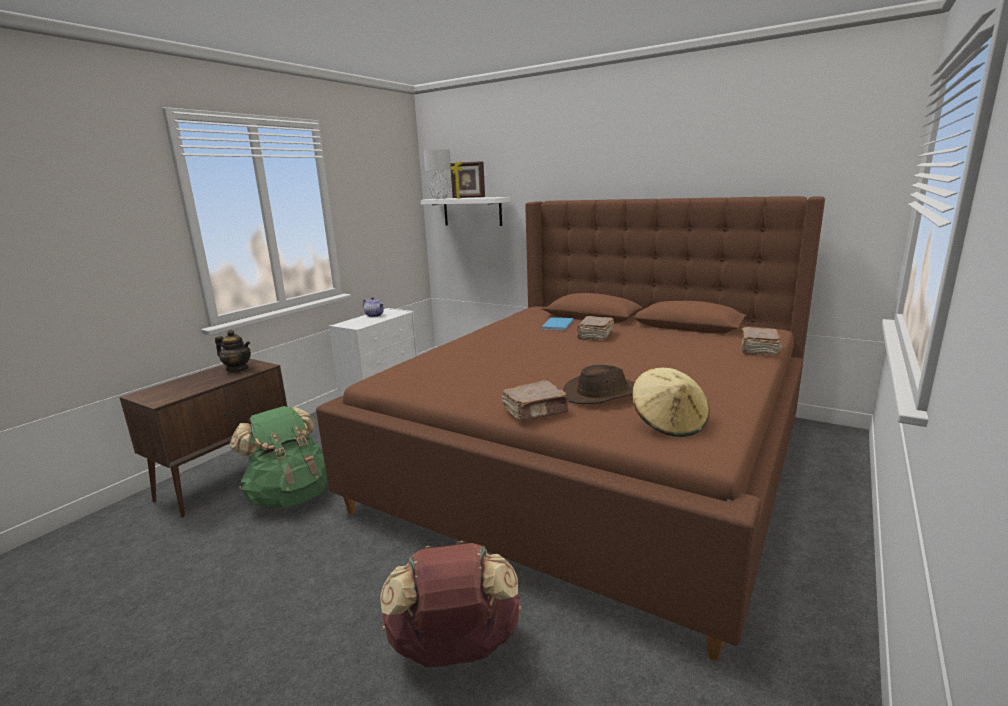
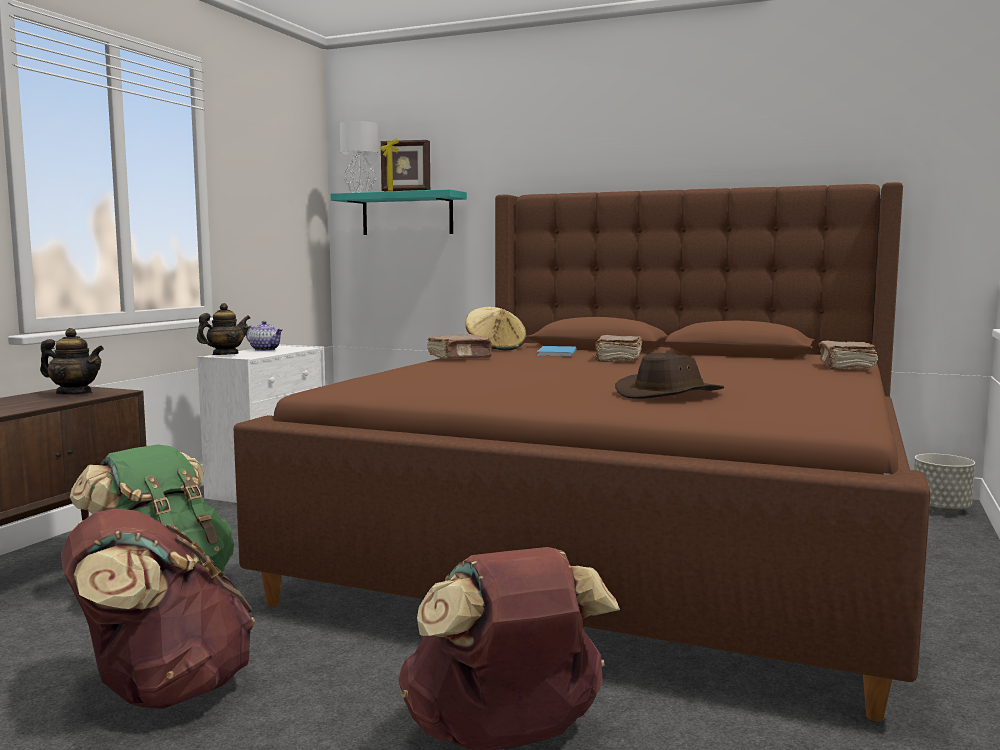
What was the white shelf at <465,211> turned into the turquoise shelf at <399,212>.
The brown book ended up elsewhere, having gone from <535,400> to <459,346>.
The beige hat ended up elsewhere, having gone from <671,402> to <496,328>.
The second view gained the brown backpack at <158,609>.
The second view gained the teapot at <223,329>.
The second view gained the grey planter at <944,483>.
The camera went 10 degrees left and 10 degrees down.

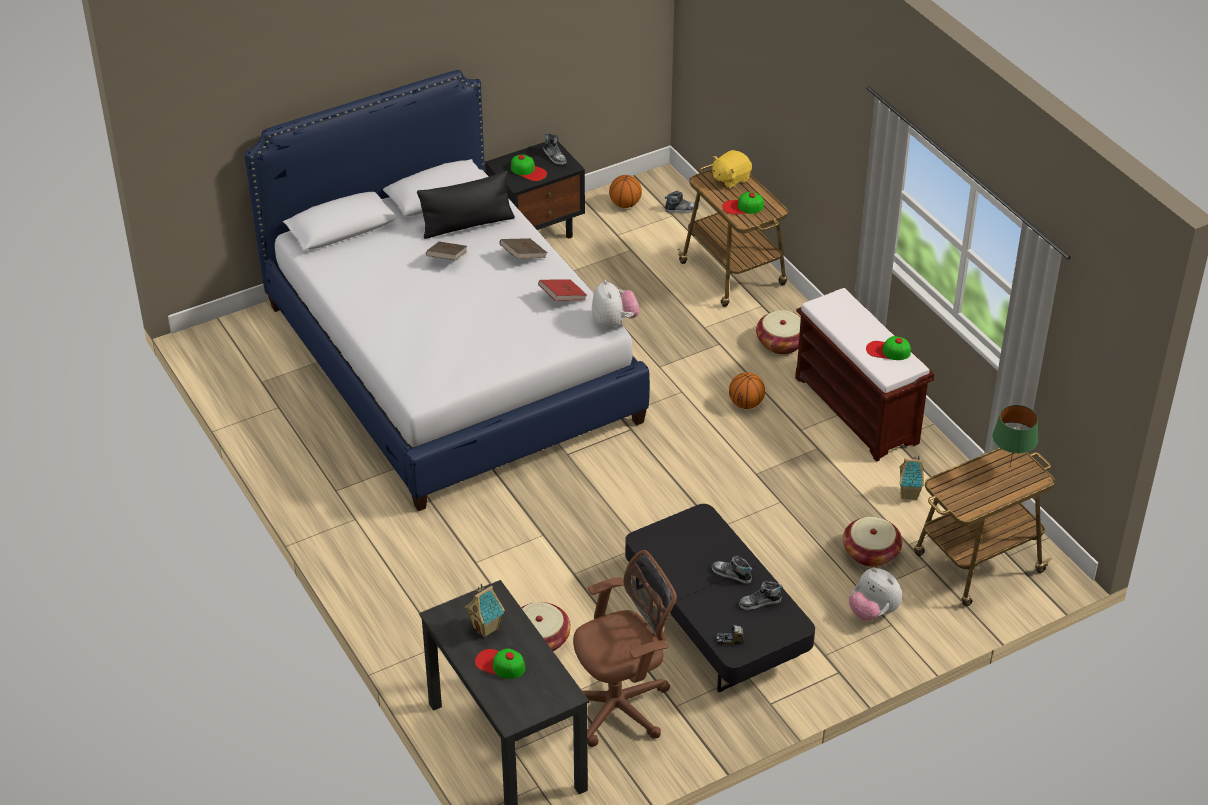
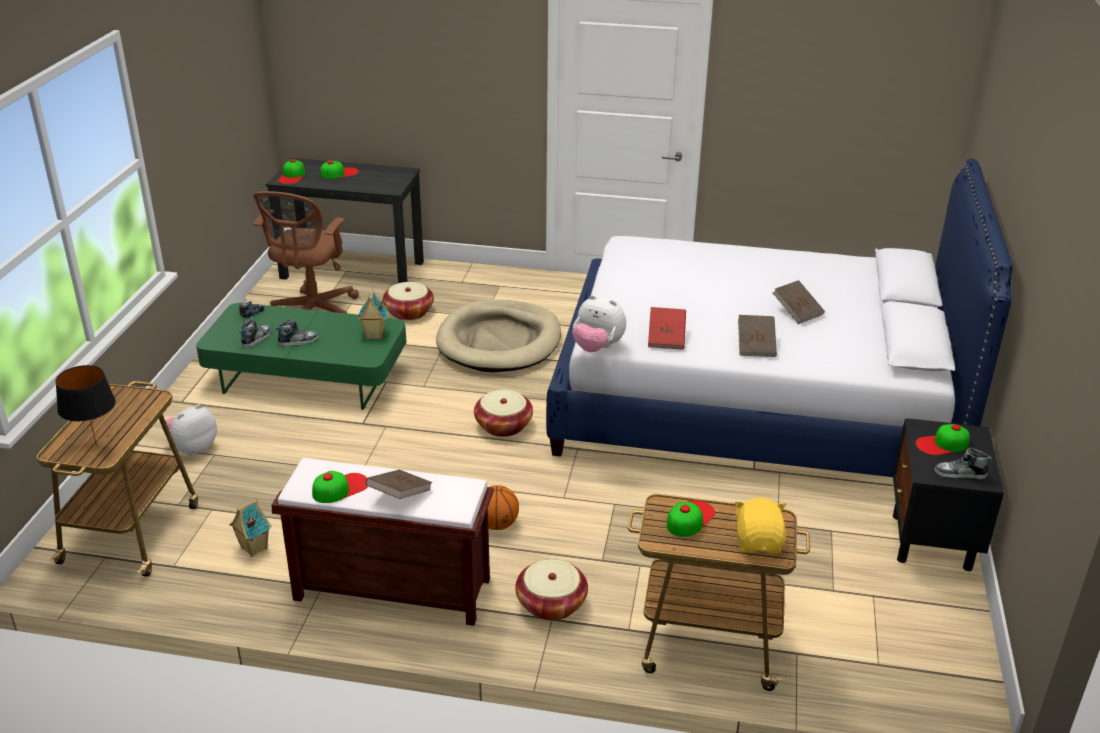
The second view lost the black pillow at <466,205>.
The toy house ended up elsewhere, having gone from <485,611> to <373,314>.
The second view lost the basketball at <625,191>.
What was the black coffee table at <720,598> turned into the green coffee table at <301,356>.
The second view lost the shoe at <682,202>.
The basket ended up elsewhere, having gone from <872,542> to <503,413>.
The plush toy at <875,594> ended up facing another way, 45 degrees counterclockwise from before.
What was the green table lamp at <1015,435> turned into the black table lamp at <85,405>.
The second view gained the cap at <291,171>.
The second view gained the brown book at <399,484>.
The second view gained the beige dog bed at <498,336>.
The camera went 130 degrees right and 10 degrees down.

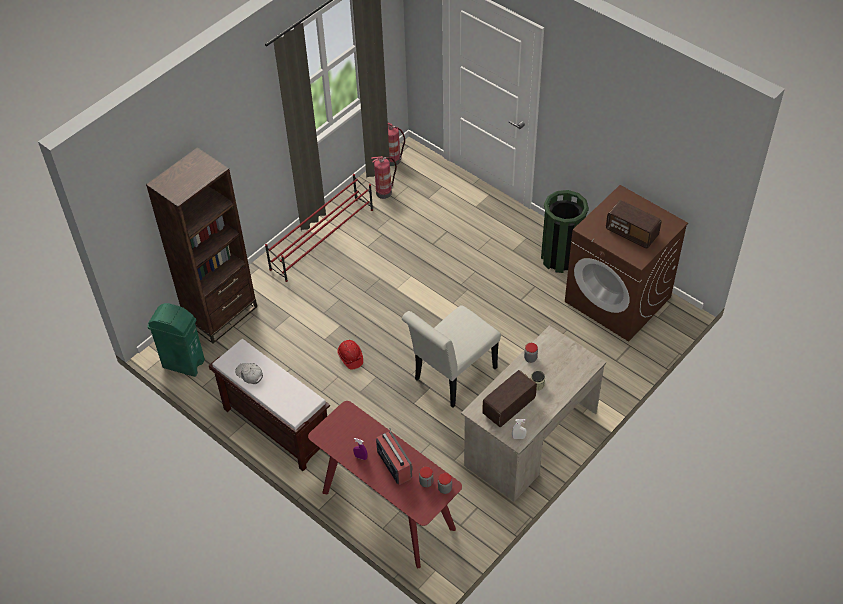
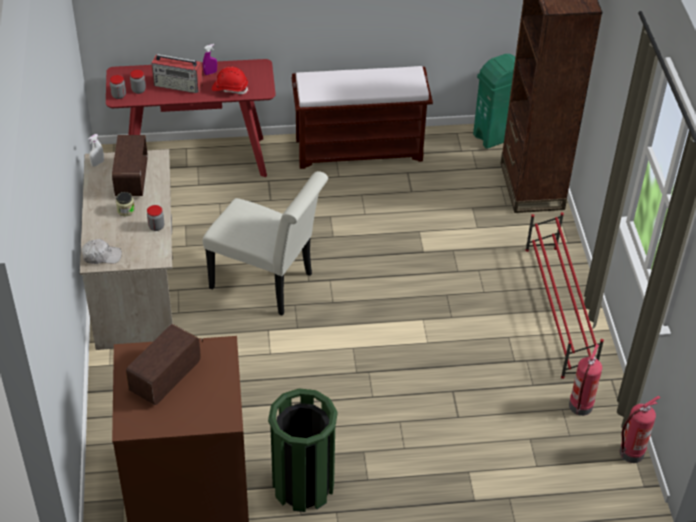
The white cap ended up elsewhere, having gone from <249,373> to <101,251>.
The red hard hat ended up elsewhere, having gone from <350,355> to <230,80>.
The white chair at <451,356> ended up facing another way, 120 degrees clockwise from before.
The radio at <633,224> ended up facing another way, 45 degrees counterclockwise from before.
The camera went 130 degrees right and 5 degrees down.

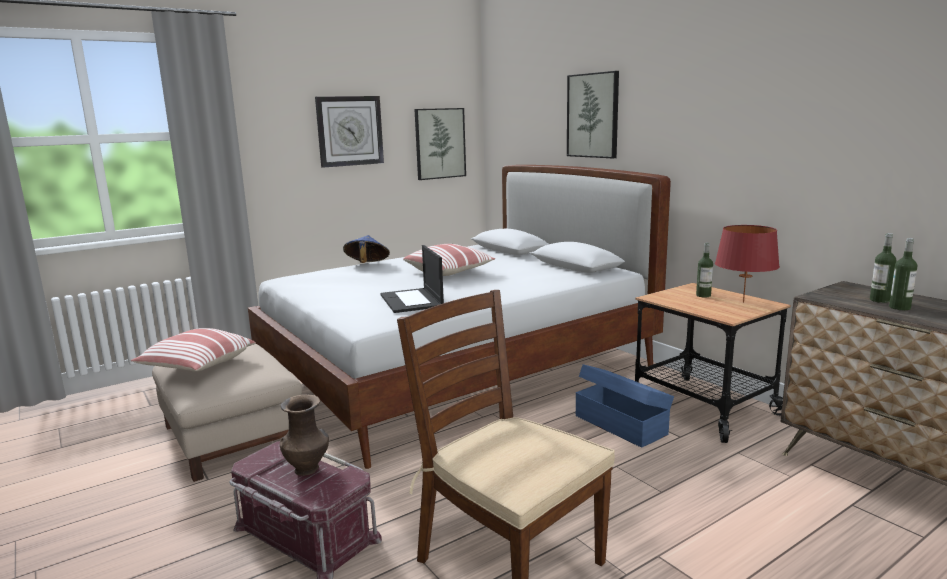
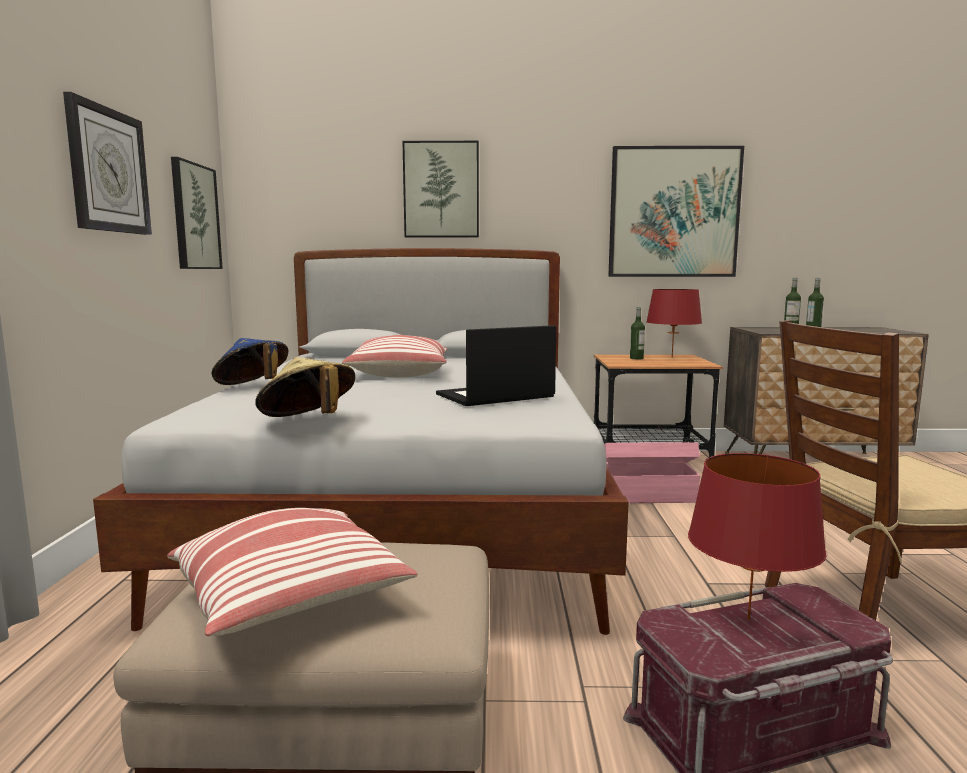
Where the brown vase stood at <304,435>, the red table lamp came to stand at <757,536>.
The laptop at <412,279> ended up facing another way, 135 degrees clockwise from before.
What was the blue storage box at <625,406> turned into the pink storage box at <652,472>.
The second view gained the beige hat at <305,387>.
The second view gained the picture at <676,211>.
The camera went 55 degrees left and 5 degrees down.

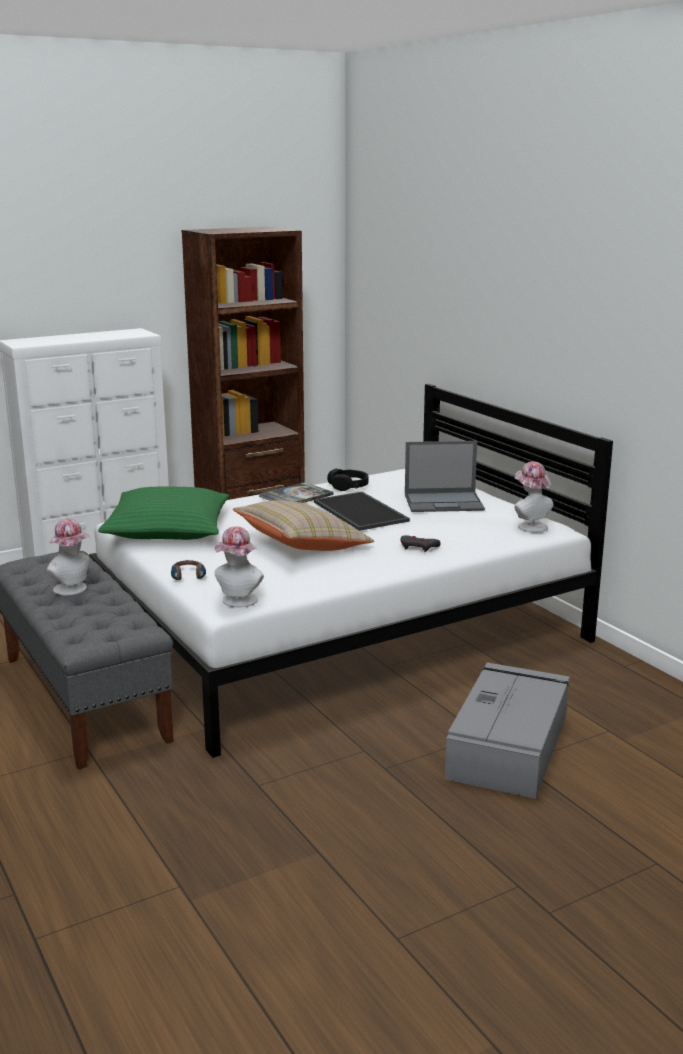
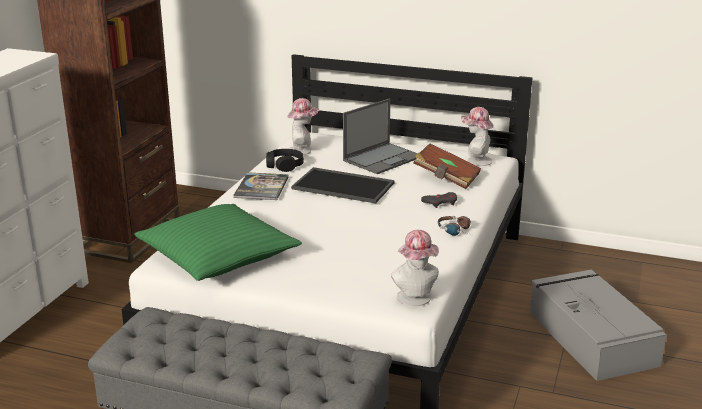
The hat ended up elsewhere, having gone from <68,557> to <303,126>.
The headphones ended up elsewhere, having gone from <188,570> to <454,226>.
The second view lost the beige pillow at <303,525>.
The second view gained the brown book at <447,166>.
The camera went 40 degrees left and 5 degrees up.

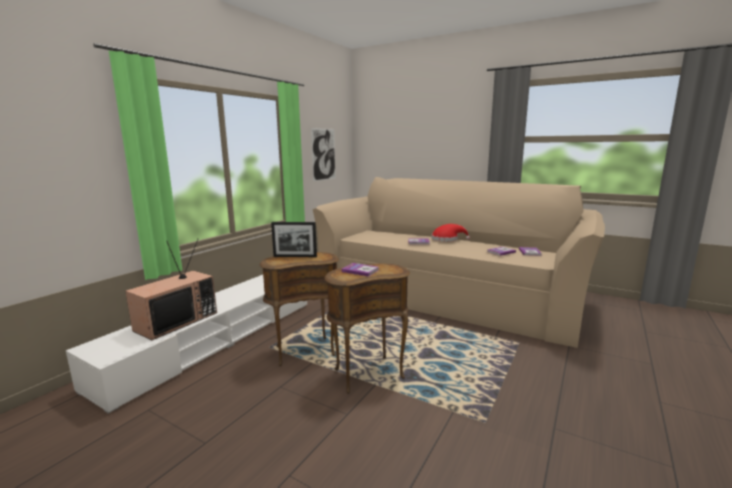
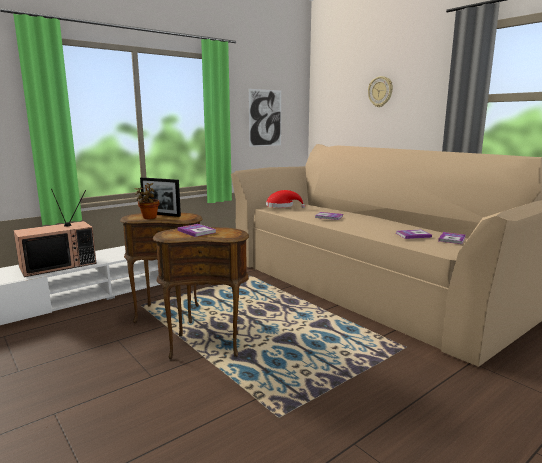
The red hat ended up elsewhere, having gone from <450,233> to <285,199>.
The second view gained the potted plant at <146,201>.
The second view gained the wall clock at <380,91>.
The camera went 20 degrees right and 0 degrees up.

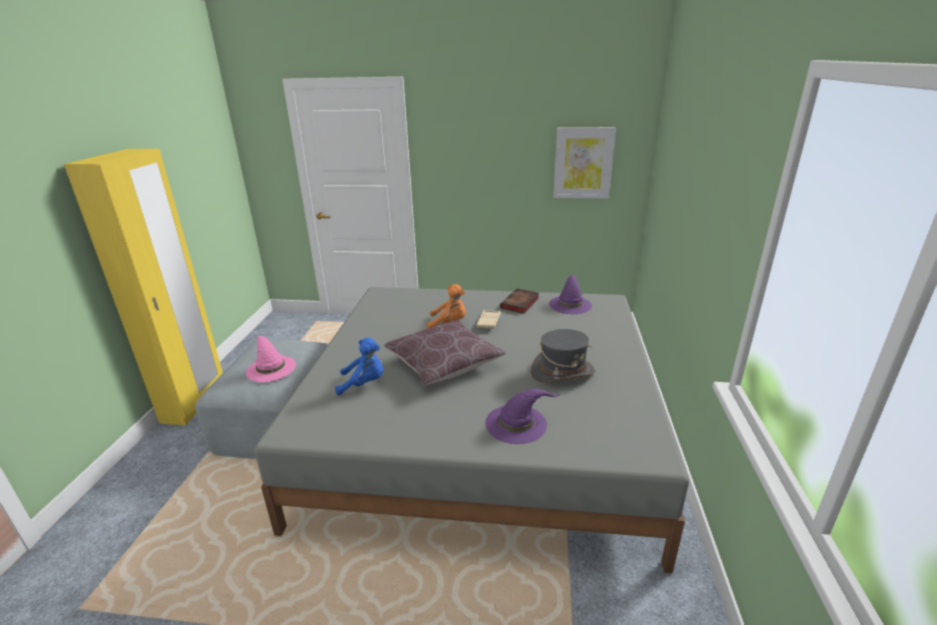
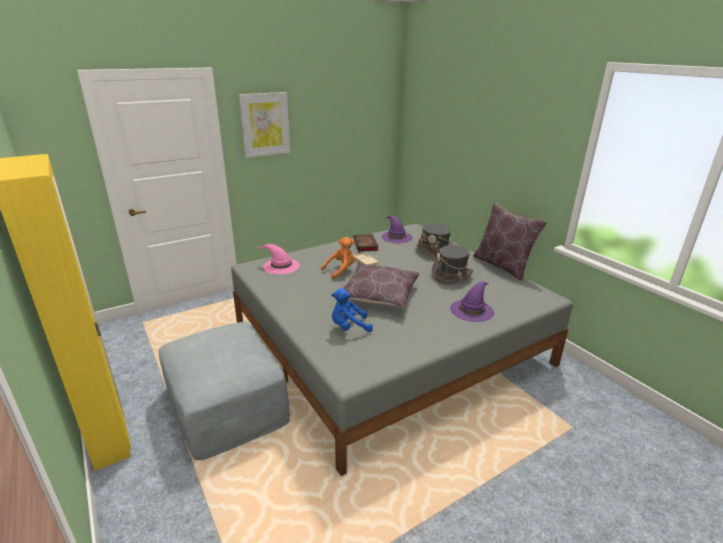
The pink hat ended up elsewhere, having gone from <271,358> to <278,259>.
The blue plush toy at <359,366> ended up facing another way, 150 degrees counterclockwise from before.
The picture ended up elsewhere, having gone from <584,163> to <264,125>.
The second view gained the grey hat at <434,240>.
The second view gained the brown pillow at <510,242>.
The camera went 40 degrees left and 0 degrees up.

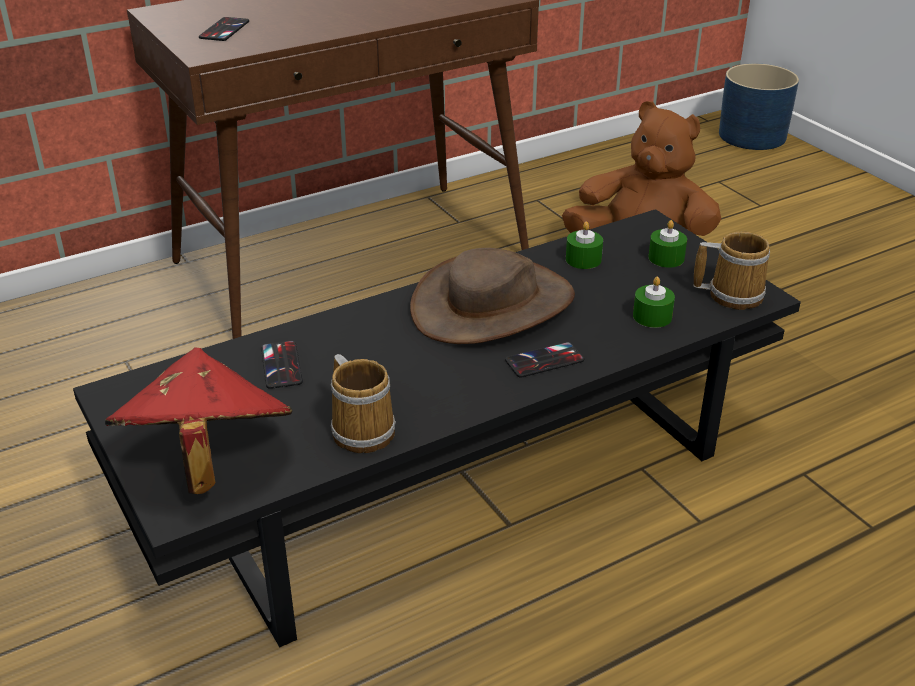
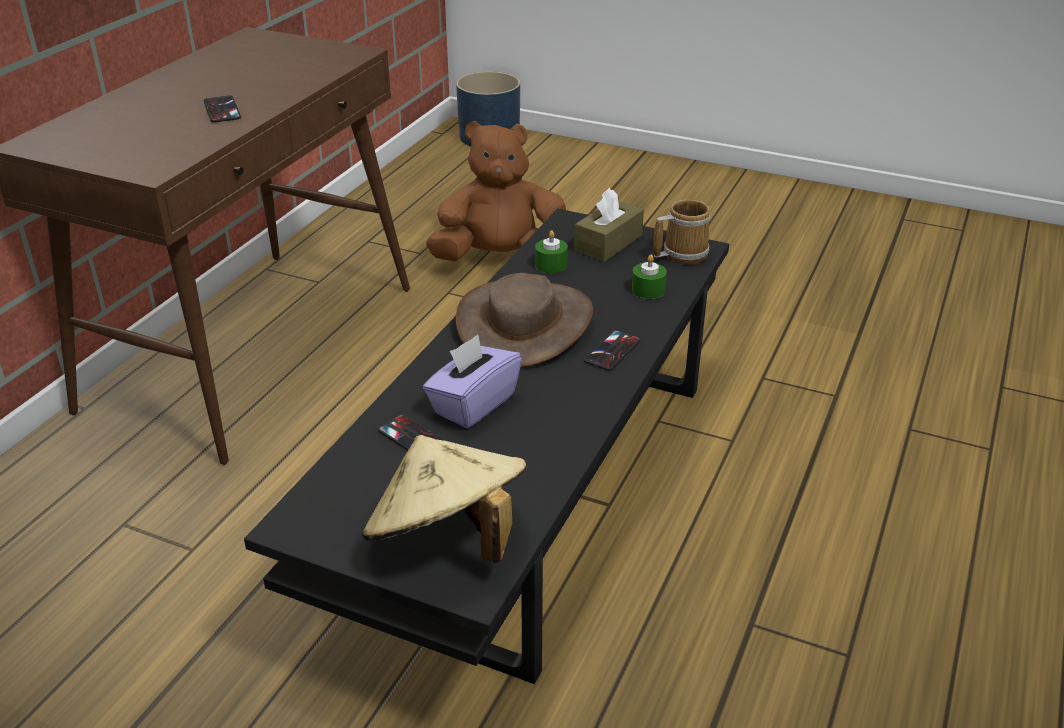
What was the red hat at <198,420> turned into the beige hat at <444,499>.
The phone ended up elsewhere, having gone from <224,29> to <222,109>.
The second view lost the mug at <363,403>.
Where the green candle stood at <667,244>, the brown tissue box came to stand at <609,225>.
The second view gained the purple tissue box at <472,381>.
The camera went 35 degrees left and 0 degrees up.

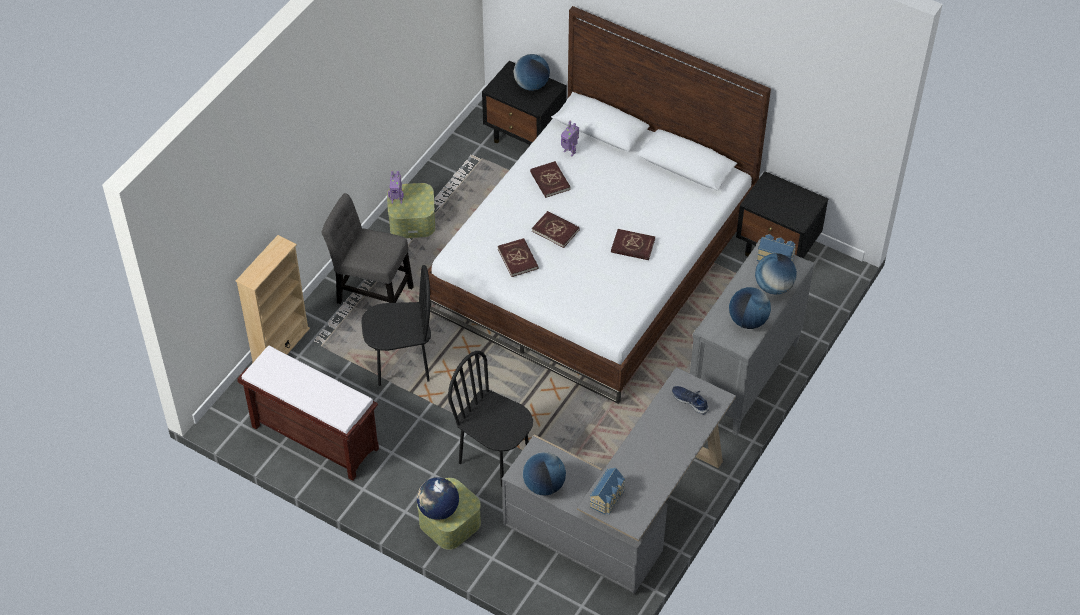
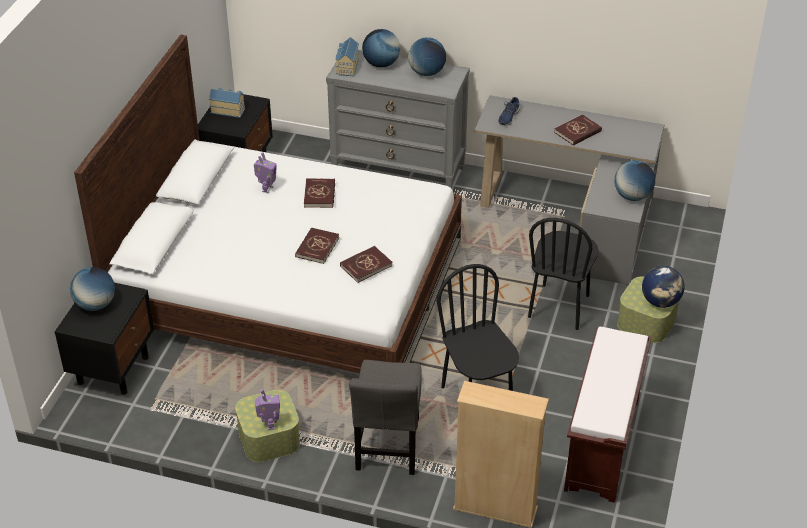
The red book ended up elsewhere, having gone from <550,179> to <578,130>.
The toy robot ended up elsewhere, having gone from <570,138> to <265,173>.
The toy house ended up elsewhere, having gone from <608,491> to <227,103>.
The camera went 105 degrees left and 10 degrees down.

